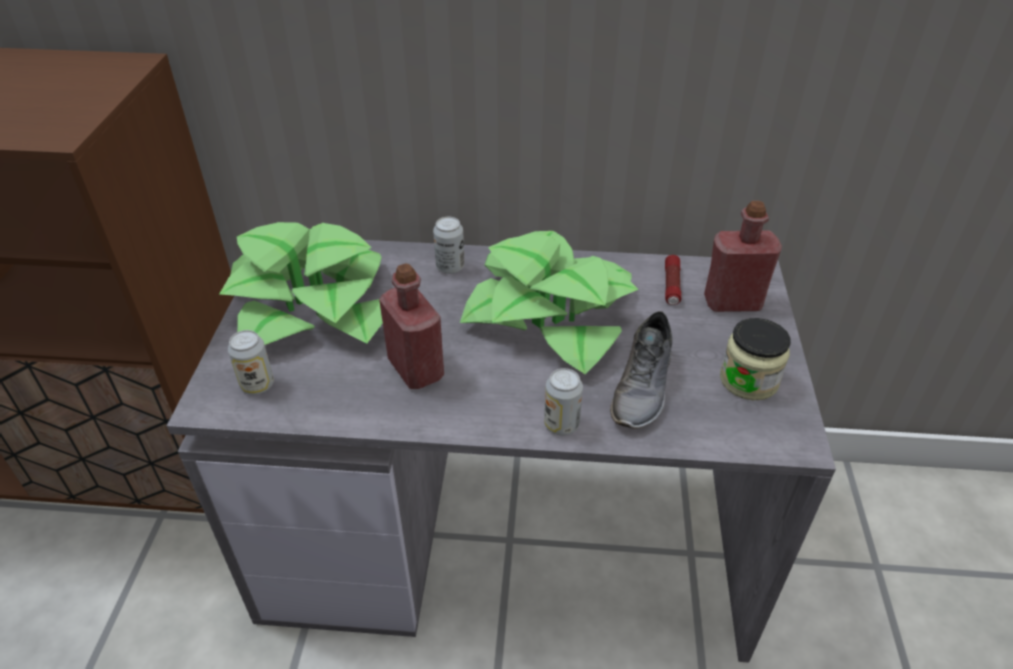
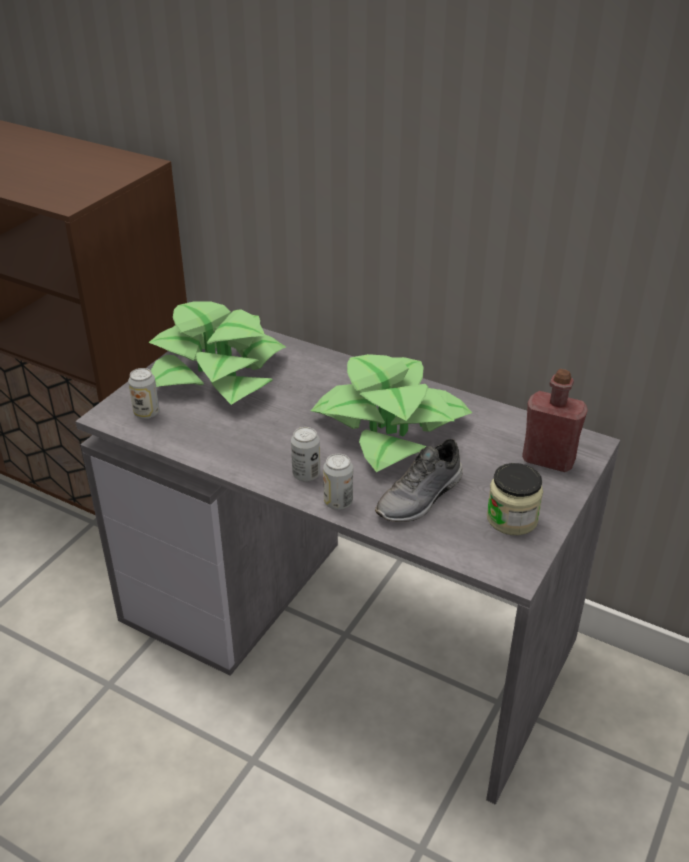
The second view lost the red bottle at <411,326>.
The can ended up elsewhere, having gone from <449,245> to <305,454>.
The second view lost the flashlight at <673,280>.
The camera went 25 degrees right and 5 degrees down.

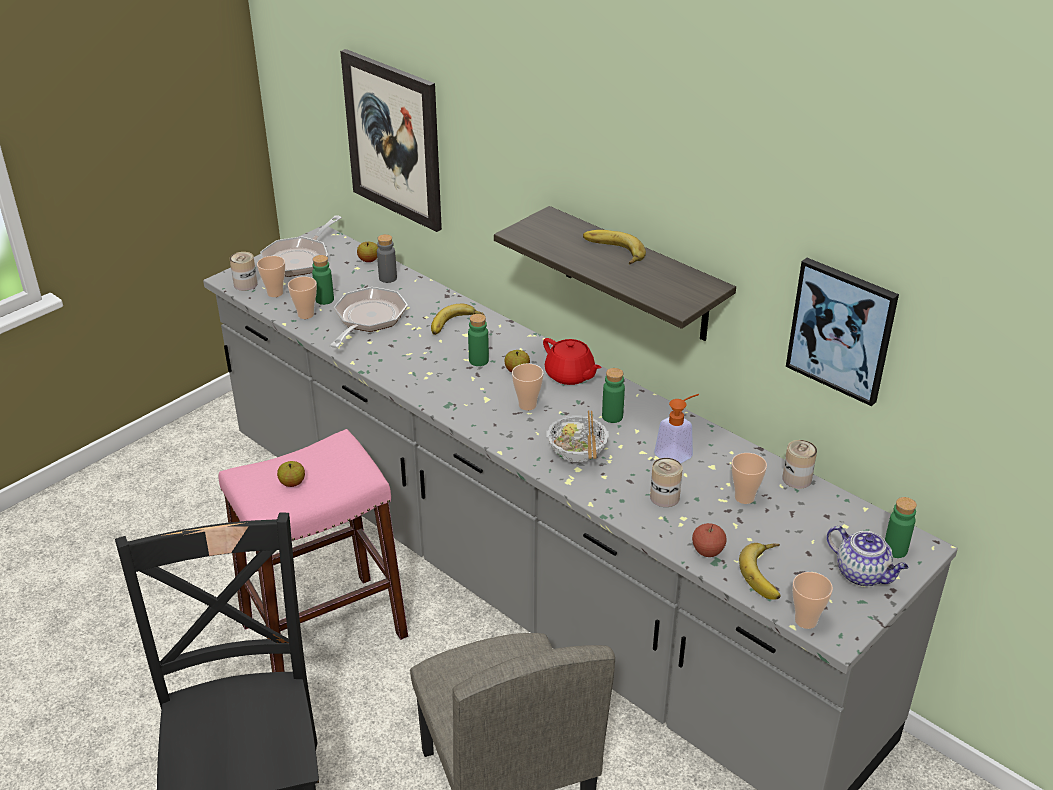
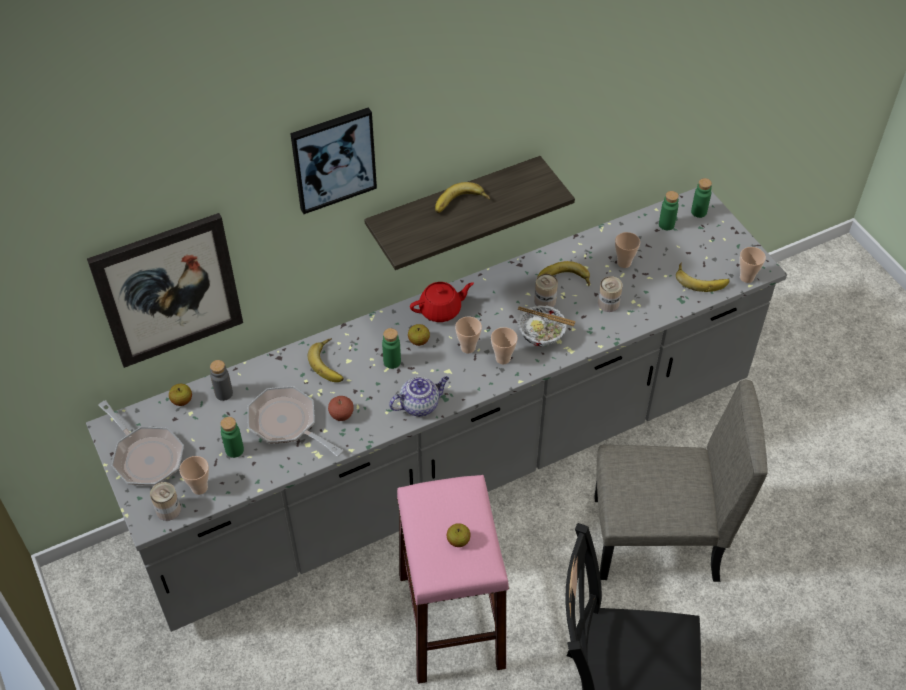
The cup ended up elsewhere, having gone from <302,298> to <504,345>.
The green bottle ended up elsewhere, having gone from <613,395> to <669,210>.
Where the soap dispenser stood at <676,428>, the banana came to stand at <563,273>.
The apple ended up elsewhere, having gone from <709,540> to <341,408>.
The can ended up elsewhere, having gone from <799,464> to <546,290>.
The picture ended up elsewhere, having gone from <842,332> to <333,160>.
The teapot ended up elsewhere, having gone from <868,556> to <419,396>.
The camera went 70 degrees left and 15 degrees up.

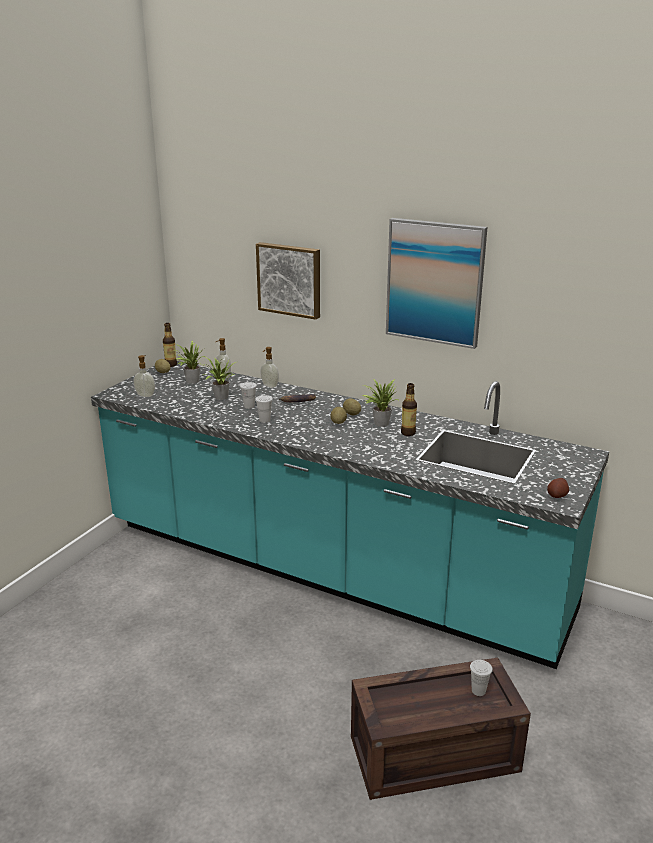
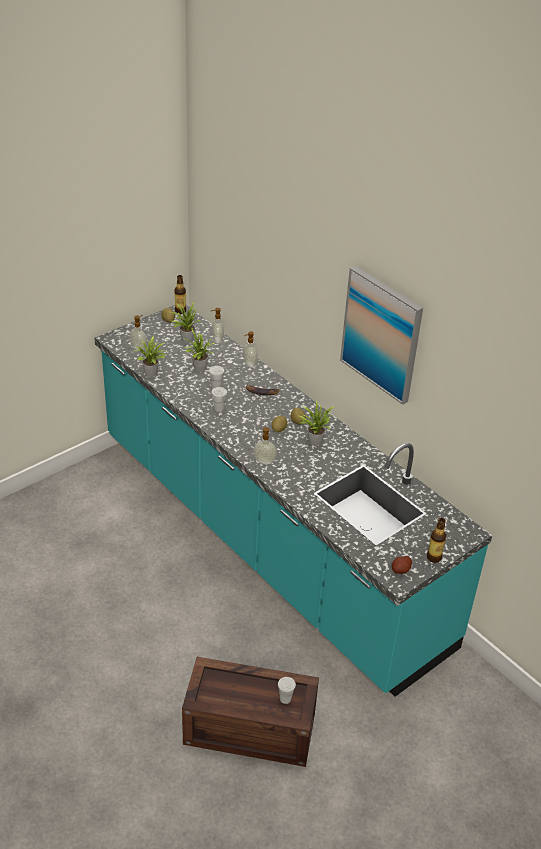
The second view lost the picture at <288,281>.
The bottle ended up elsewhere, having gone from <409,409> to <436,540>.
The second view gained the potted plant at <150,356>.
The second view gained the soap dispenser at <265,445>.
The camera went 20 degrees right and 15 degrees up.

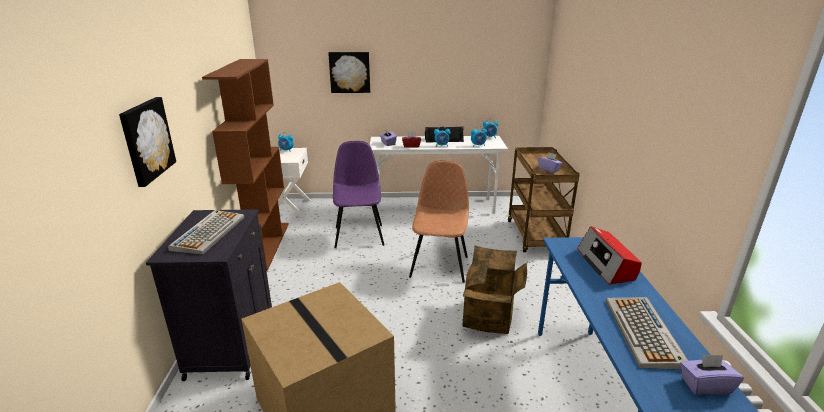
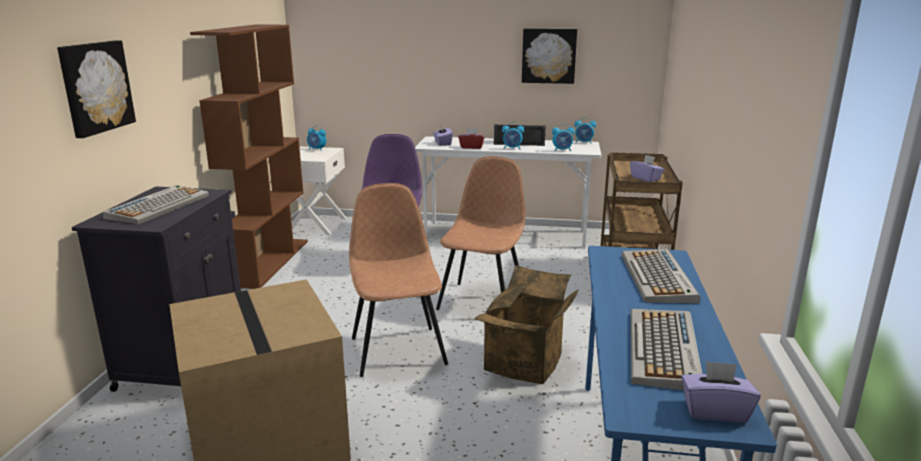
The picture ended up elsewhere, having gone from <349,72> to <549,56>.
Where the radio stood at <609,255>, the keyboard came to stand at <661,276>.
The second view gained the brown chair at <398,280>.
The camera went 10 degrees right and 5 degrees down.

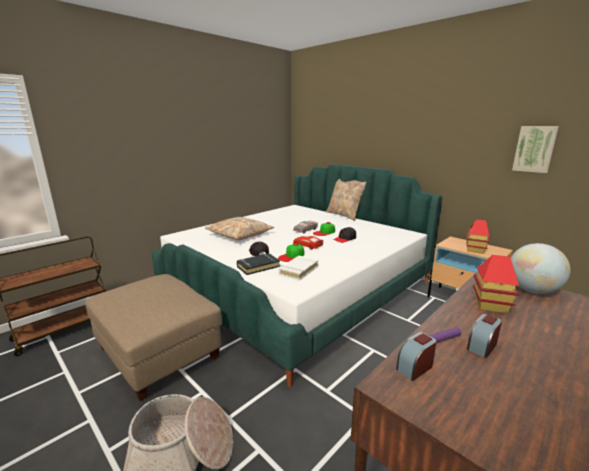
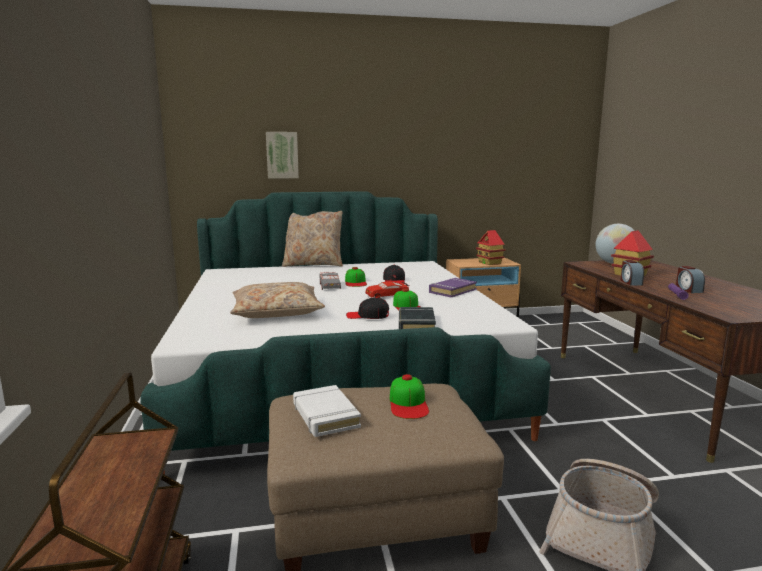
The white book ended up elsewhere, having gone from <299,268> to <327,411>.
The alarm clock ended up elsewhere, having gone from <416,356> to <632,272>.
The picture ended up elsewhere, having gone from <535,149> to <282,155>.
The second view gained the cap at <409,396>.
The second view gained the purple book at <453,287>.
The camera went 55 degrees left and 5 degrees down.

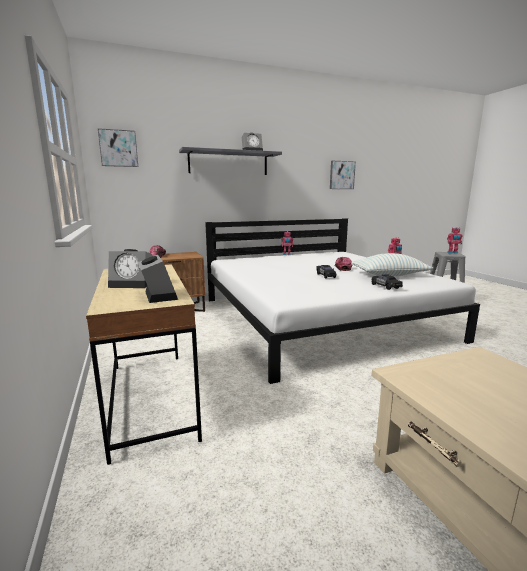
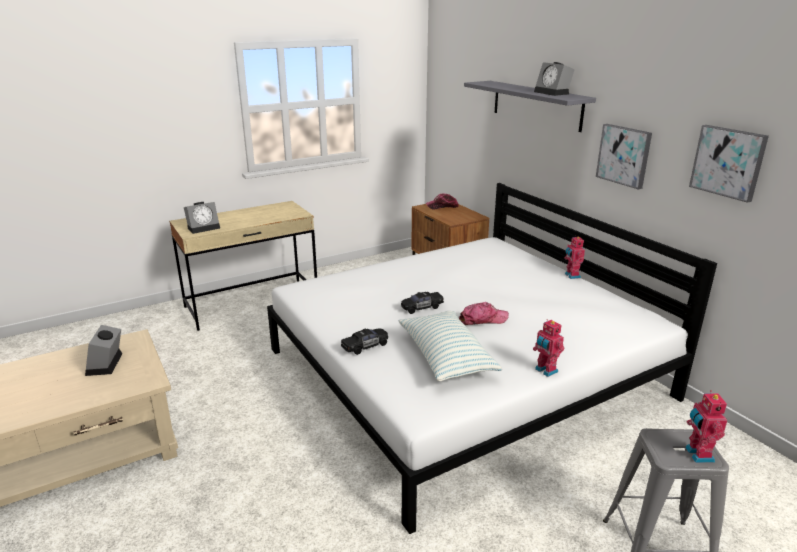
The picture ended up elsewhere, having gone from <118,147> to <624,157>.
The alarm clock ended up elsewhere, having gone from <130,268> to <103,350>.
The camera went 80 degrees right and 10 degrees up.

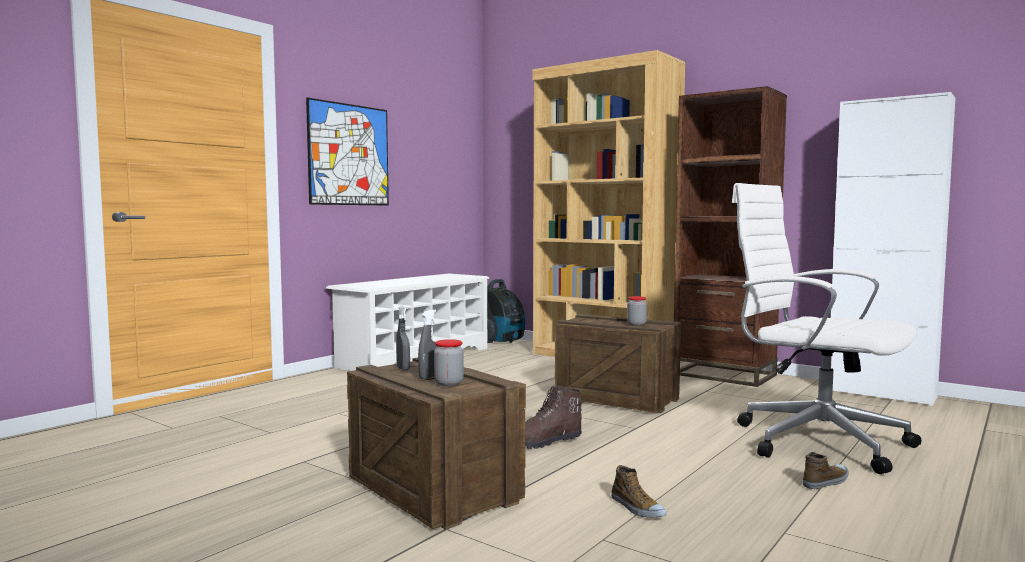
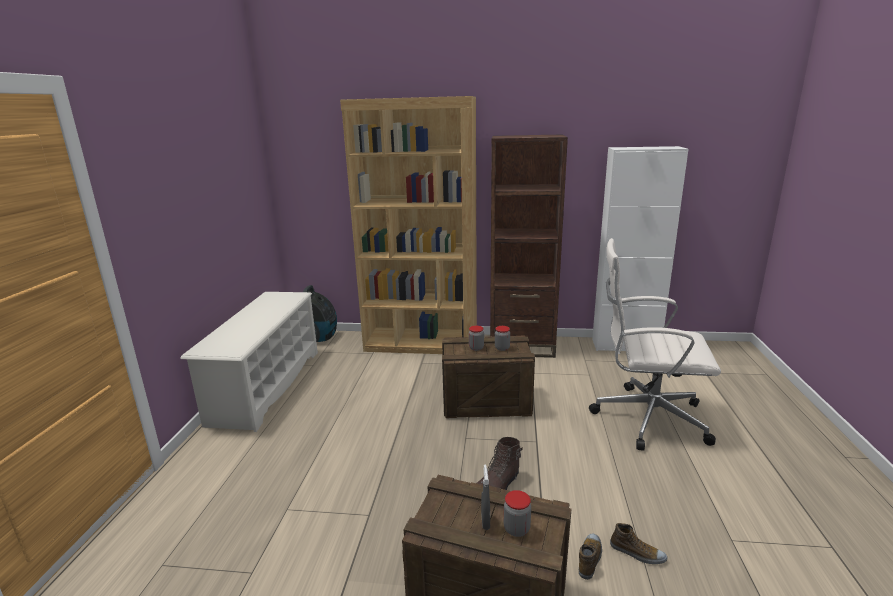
The second view lost the picture at <347,152>.
The second view lost the grey spray bottle at <403,337>.
The shoe ended up elsewhere, having gone from <826,470> to <590,556>.
The second view gained the jar at <476,338>.
The camera went 30 degrees left and 15 degrees up.

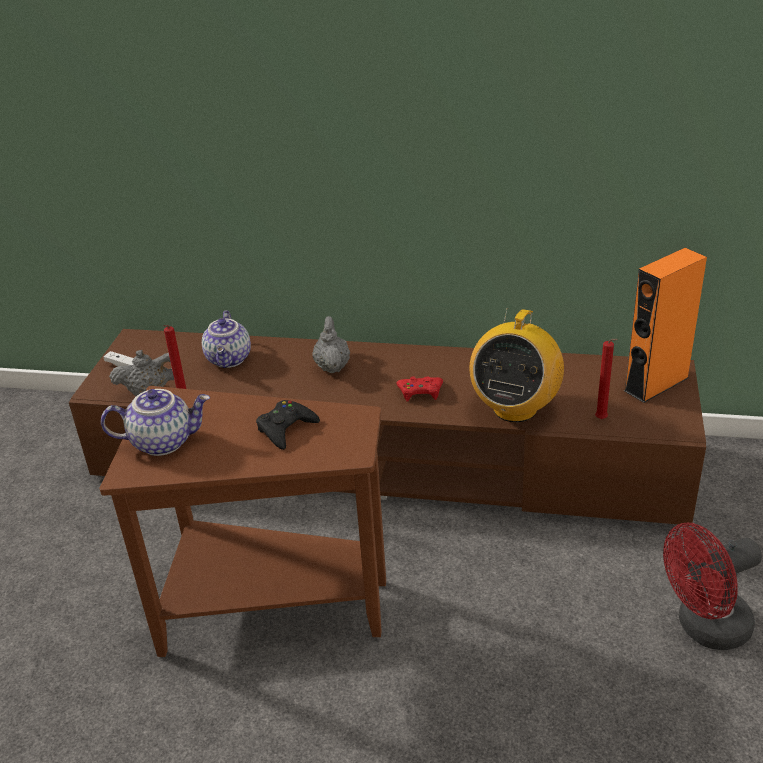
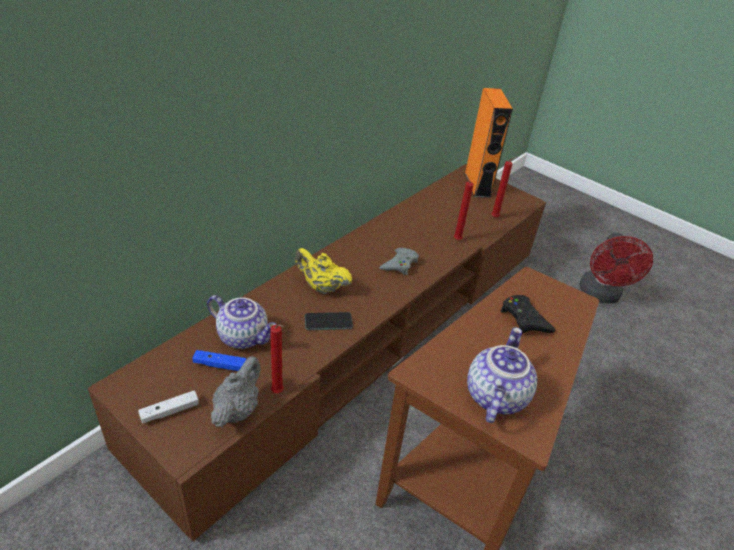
What was the grey teapot at <331,344> turned into the yellow teapot at <323,271>.
What was the red game controller at <419,388> turned into the grey game controller at <399,261>.
Where the radio stood at <516,365>, the red candle came to stand at <464,206>.
The second view gained the blue game controller at <219,360>.
The second view gained the phone at <329,321>.
The camera went 65 degrees left and 5 degrees up.

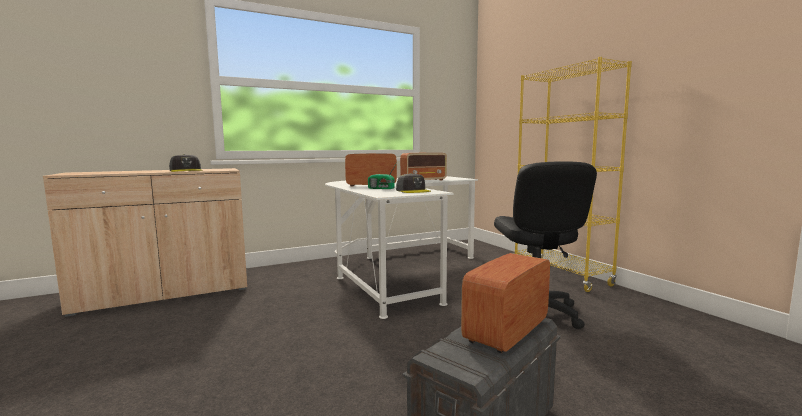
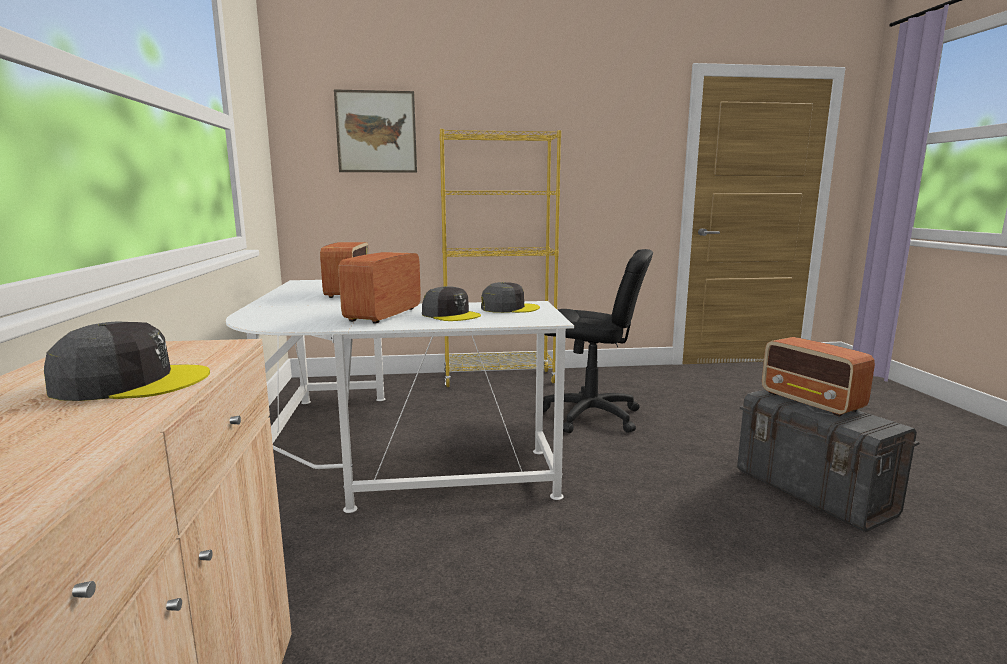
Where the radio stood at <382,176>, the grey cap came to stand at <451,303>.
The second view gained the picture at <375,130>.
The camera went 70 degrees left and 5 degrees up.

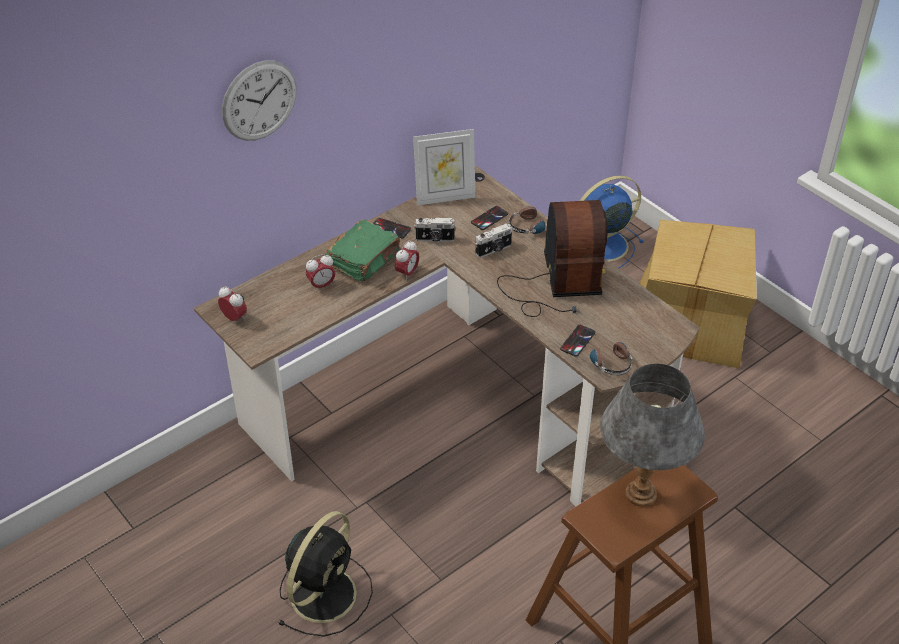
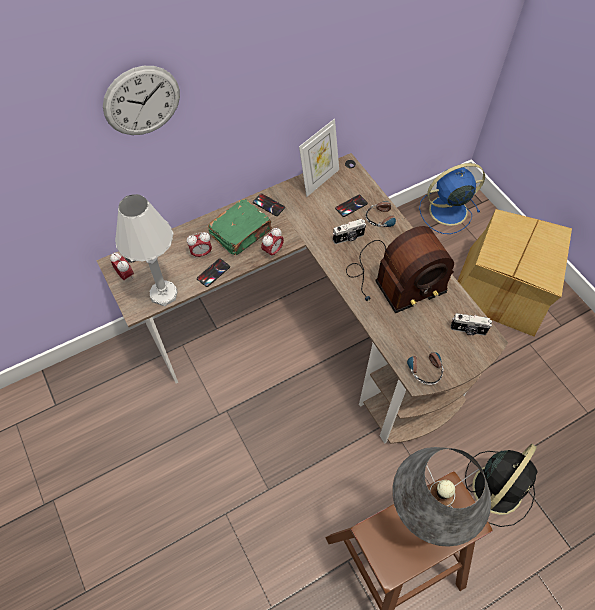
The black fan ended up elsewhere, having gone from <325,574> to <501,485>.
The picture frame at <444,167> ended up facing another way, 45 degrees counterclockwise from before.
The photo camera ended up elsewhere, having gone from <435,230> to <471,324>.
The radio at <552,258> ended up facing another way, 60 degrees clockwise from before.
The phone ended up elsewhere, having gone from <578,341> to <213,273>.
The second view gained the white table lamp at <146,250>.
The camera went 10 degrees right and 15 degrees up.

